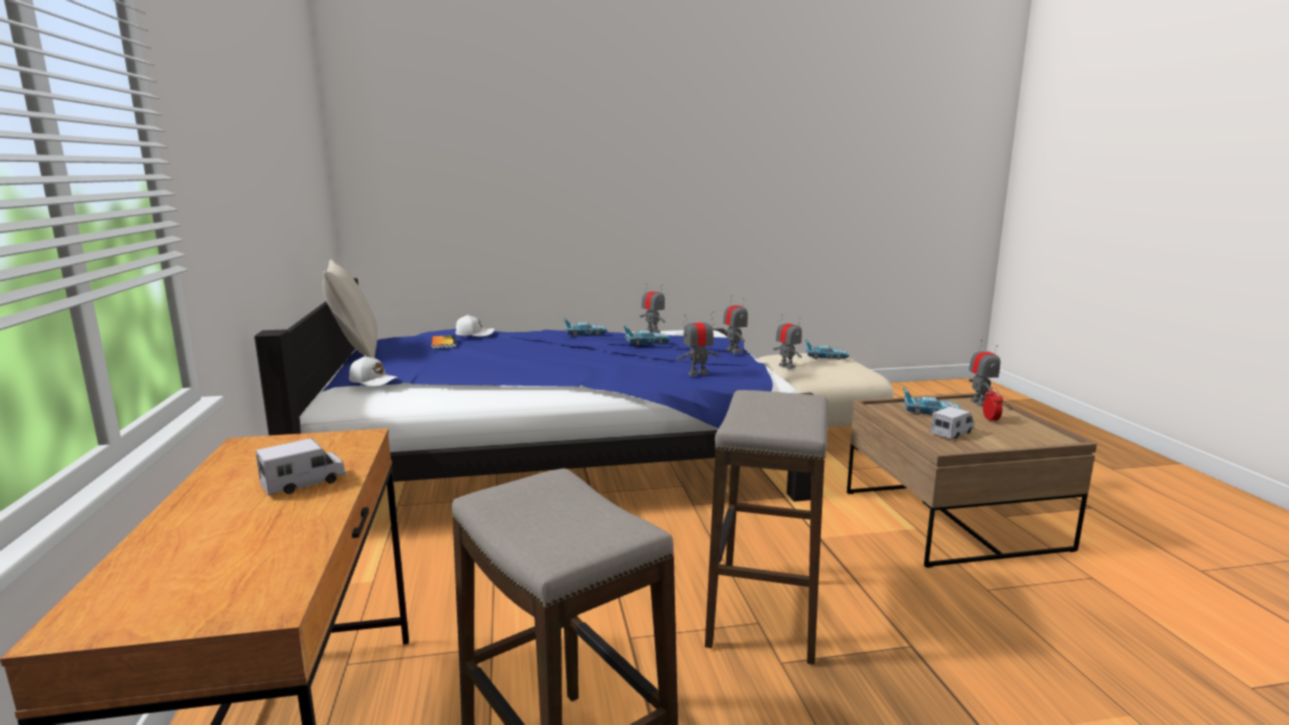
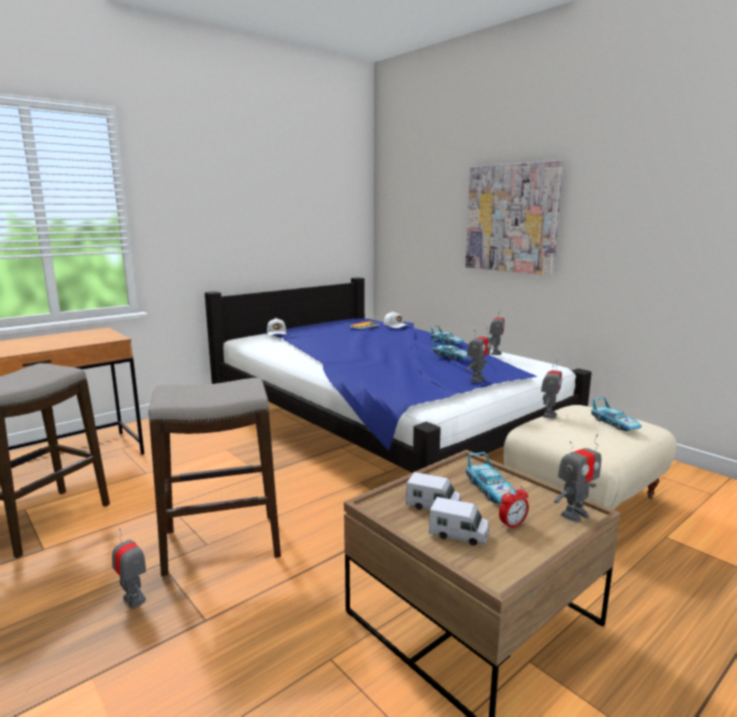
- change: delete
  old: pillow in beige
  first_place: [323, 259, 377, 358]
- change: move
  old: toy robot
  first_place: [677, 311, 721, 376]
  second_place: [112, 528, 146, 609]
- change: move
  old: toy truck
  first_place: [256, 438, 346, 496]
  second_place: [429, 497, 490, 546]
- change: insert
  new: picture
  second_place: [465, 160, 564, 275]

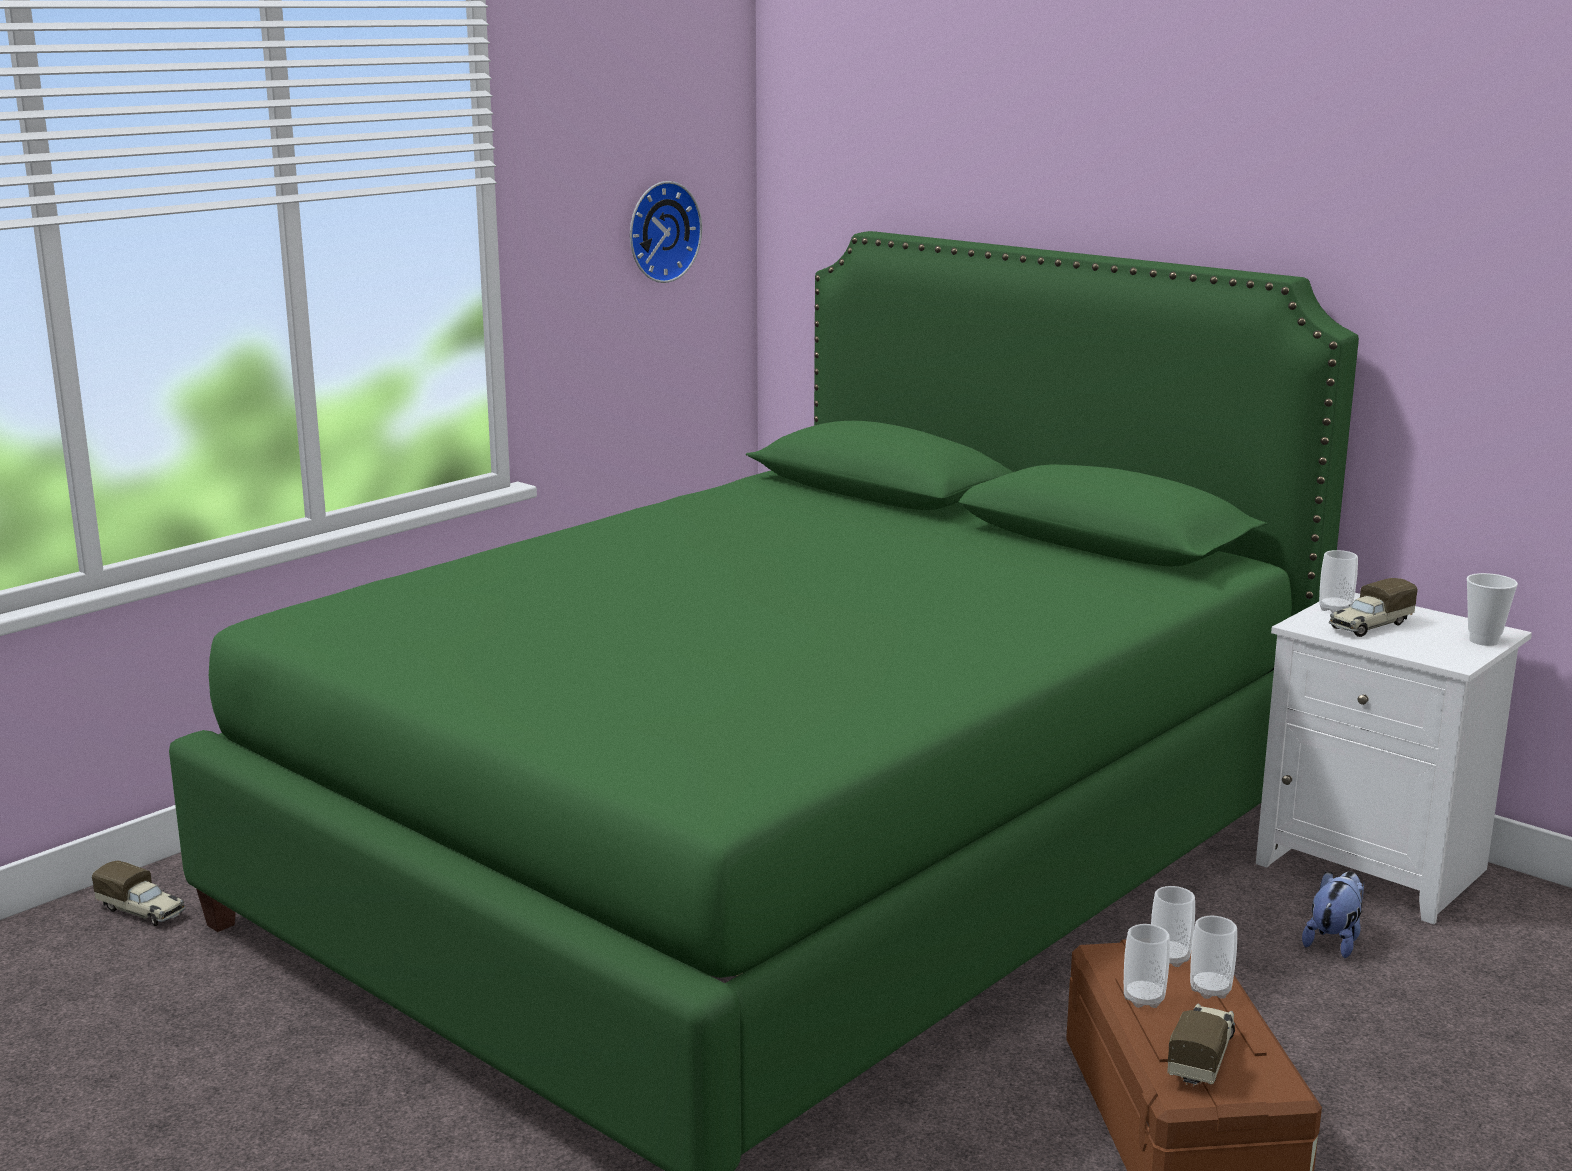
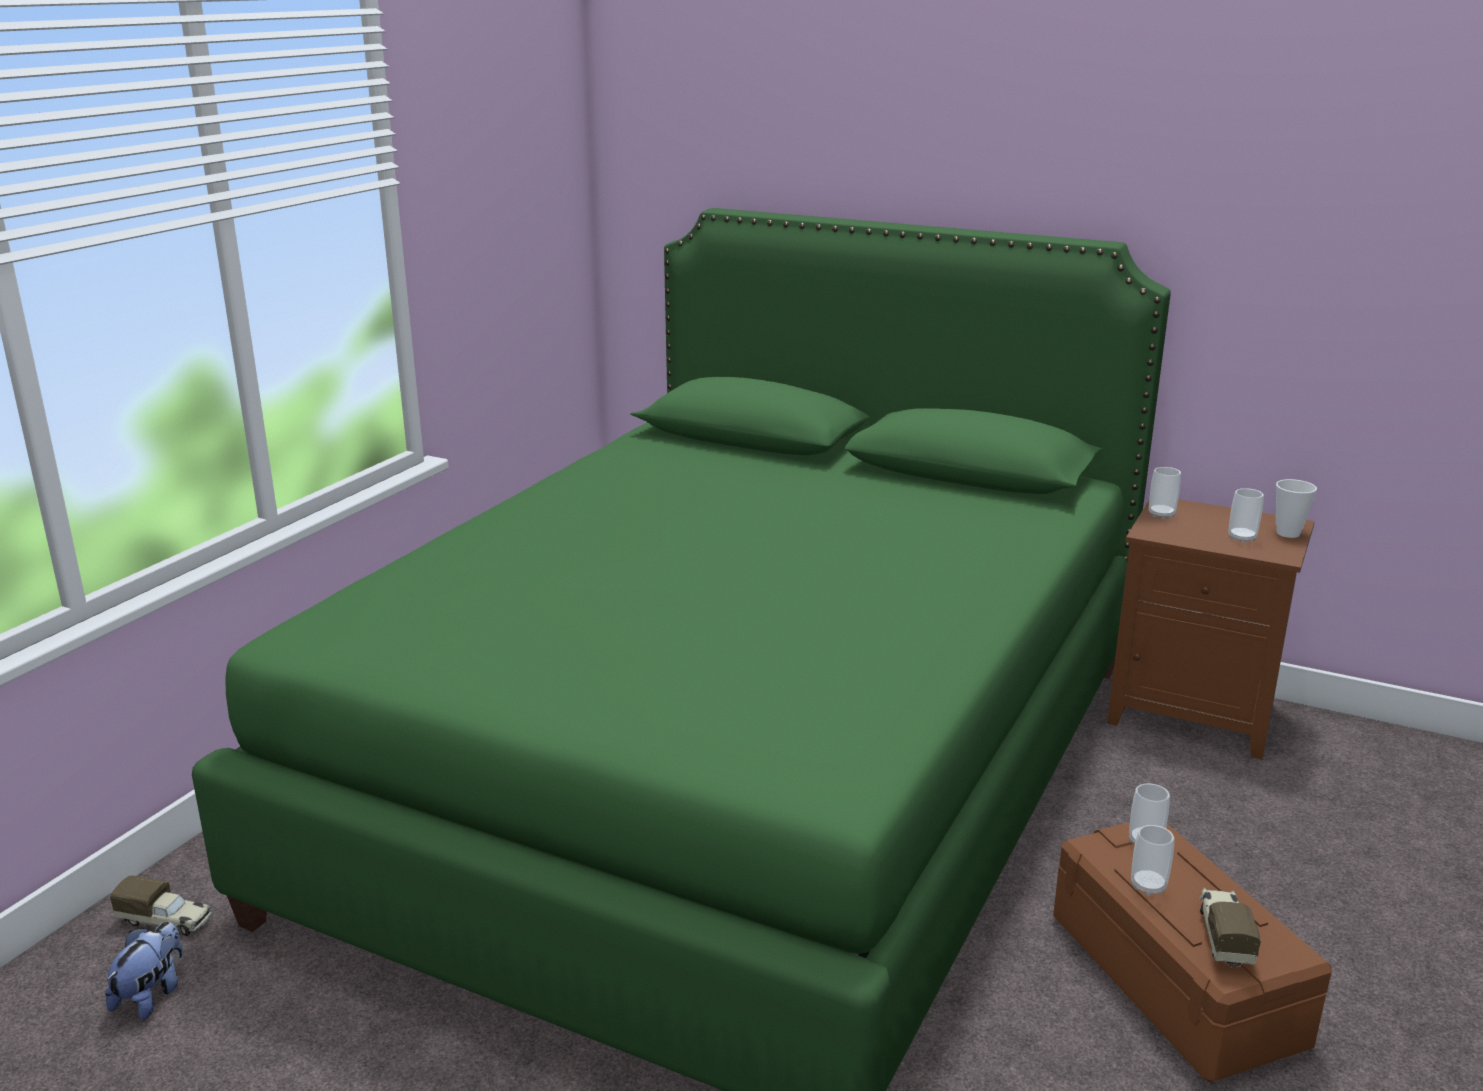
- change: delete
  old: wall clock
  first_place: [630, 181, 702, 283]
- change: delete
  old: toy truck
  first_place: [1329, 578, 1418, 637]
- change: recolor
  old: nightstand in white
  new: nightstand in brown
  first_place: [1256, 593, 1532, 924]
  second_place: [1107, 499, 1315, 760]
- change: move
  old: plush toy
  first_place: [1302, 871, 1364, 958]
  second_place: [105, 922, 183, 1020]
- change: move
  old: cup
  first_place: [1190, 915, 1237, 999]
  second_place: [1229, 488, 1264, 543]

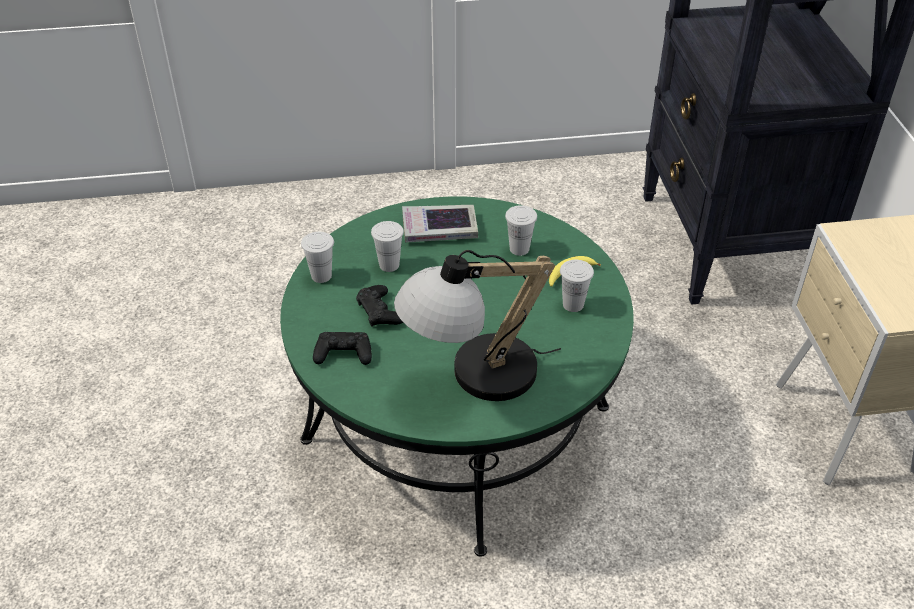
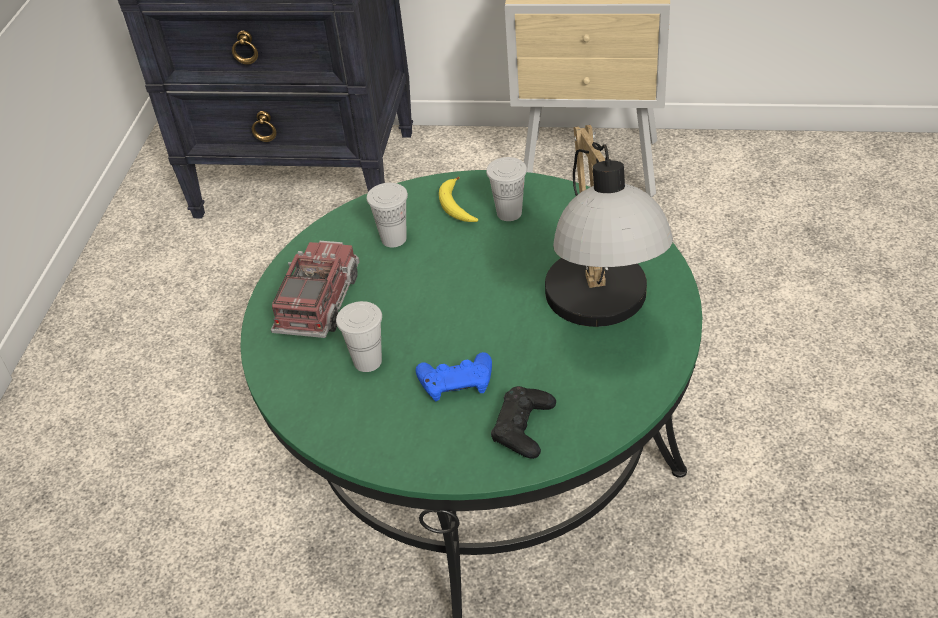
- change: replace
  old: book
  new: toy truck
  first_place: [402, 205, 478, 242]
  second_place: [271, 241, 359, 338]
- change: delete
  old: cup in white
  first_place: [301, 232, 334, 283]
- change: recolor
  old: game controller in black
  new: game controller in blue
  first_place: [356, 285, 403, 327]
  second_place: [416, 352, 492, 401]

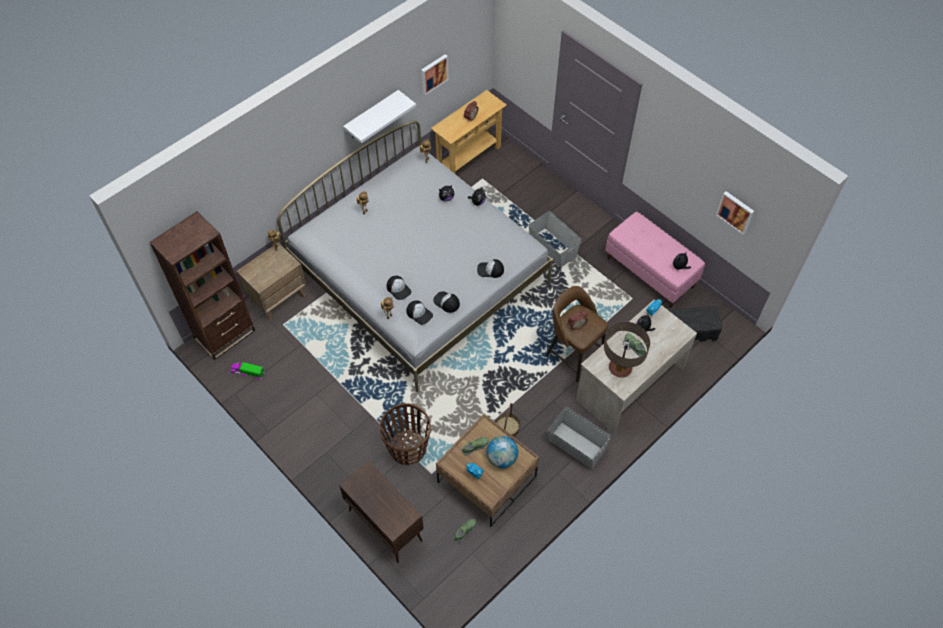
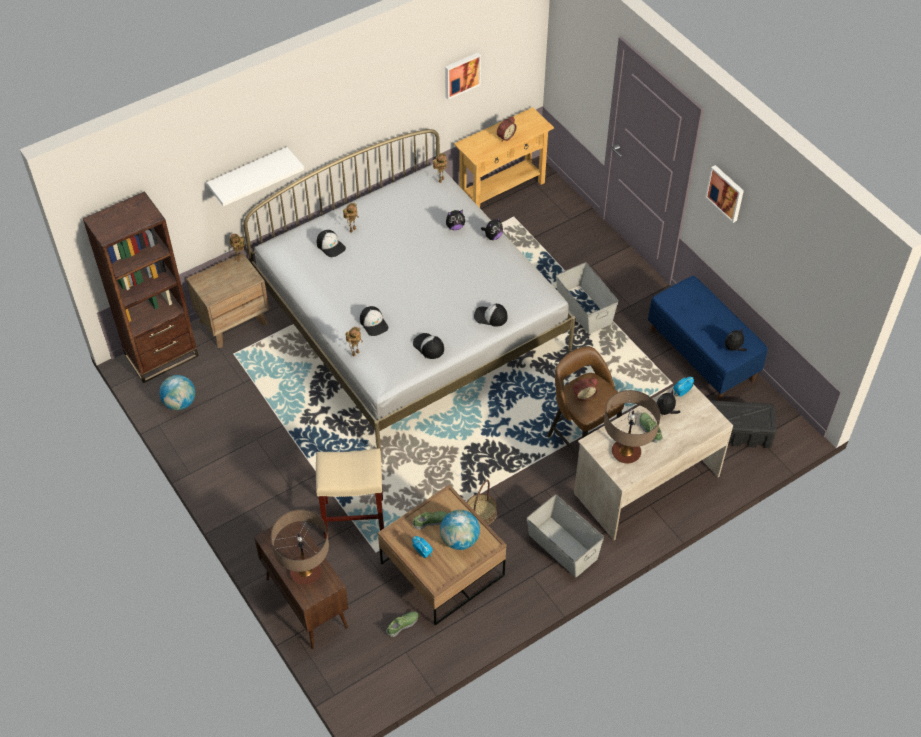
- change: move
  old: shelf in white
  first_place: [343, 90, 416, 143]
  second_place: [207, 147, 304, 206]
- change: move
  old: picture
  first_place: [716, 191, 754, 235]
  second_place: [705, 165, 744, 223]
- change: recolor
  old: bench in pink
  new: bench in blue
  first_place: [605, 212, 705, 308]
  second_place: [648, 276, 768, 401]
- change: move
  old: cap
  first_place: [407, 300, 433, 325]
  second_place: [317, 230, 346, 257]
- change: replace
  old: toy truck
  new: globe
  first_place: [231, 362, 265, 380]
  second_place: [159, 375, 195, 410]
- change: replace
  old: basket
  new: stool in beige
  first_place: [379, 404, 431, 465]
  second_place: [316, 448, 384, 539]
- change: insert
  new: table lamp
  second_place: [271, 509, 329, 585]

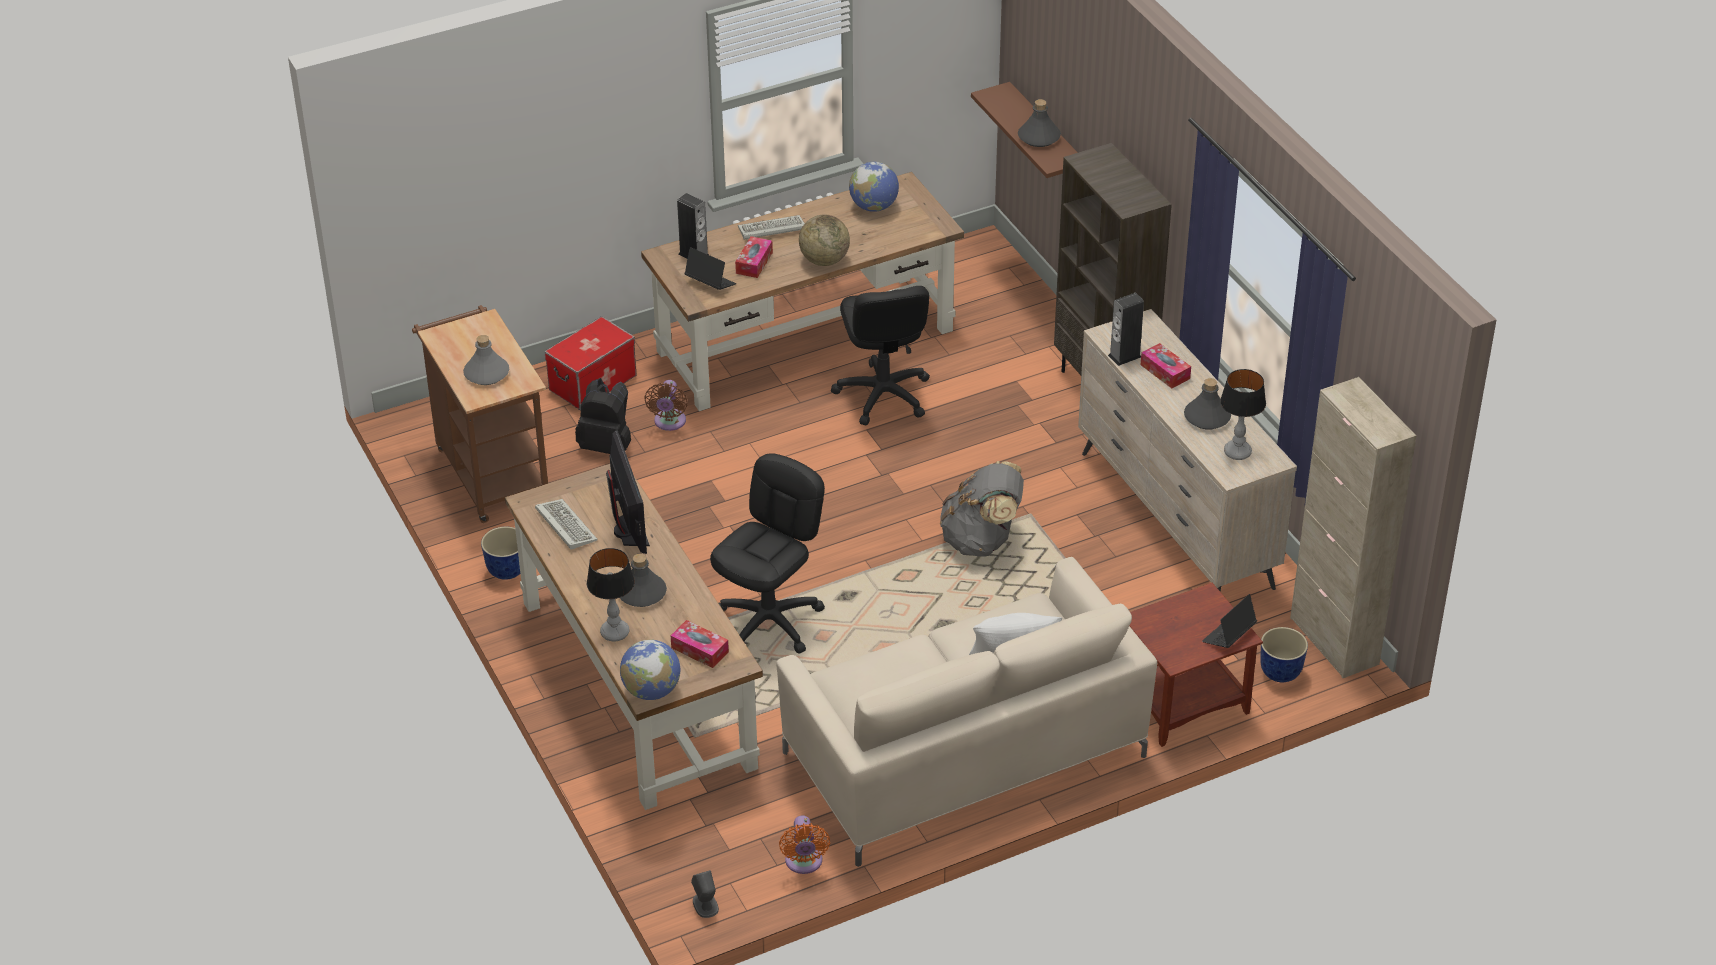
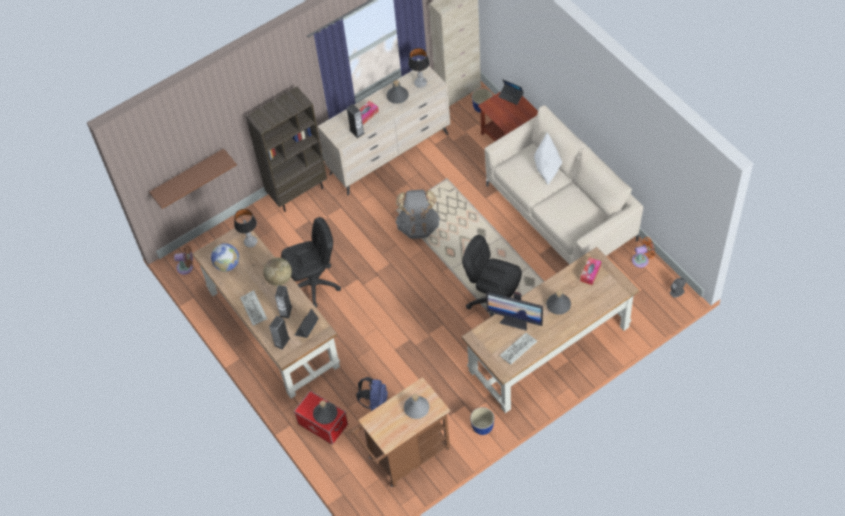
- change: move
  old: bottle in grey
  first_place: [1018, 99, 1061, 147]
  second_place: [313, 400, 338, 424]
- change: replace
  old: tissue box
  new: speaker
  first_place: [735, 236, 773, 278]
  second_place: [275, 285, 292, 318]
- change: recolor
  old: backpack in black
  new: backpack in blue
  first_place: [575, 378, 631, 454]
  second_place: [356, 377, 388, 411]
- change: move
  old: fan in brown
  first_place: [644, 380, 688, 431]
  second_place: [174, 246, 193, 275]
- change: rotate
  old: monitor
  first_place: [606, 430, 650, 554]
  second_place: [486, 292, 543, 331]
  degrees: -135
- change: move
  old: table lamp
  first_place: [587, 548, 635, 642]
  second_place: [234, 209, 257, 247]
- change: delete
  old: globe
  first_place: [620, 639, 680, 700]

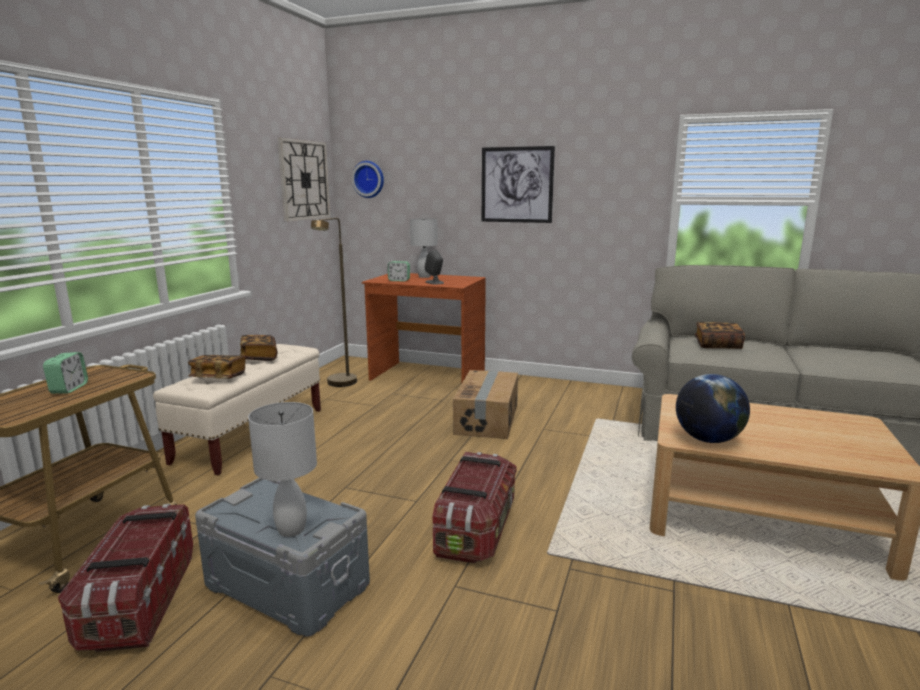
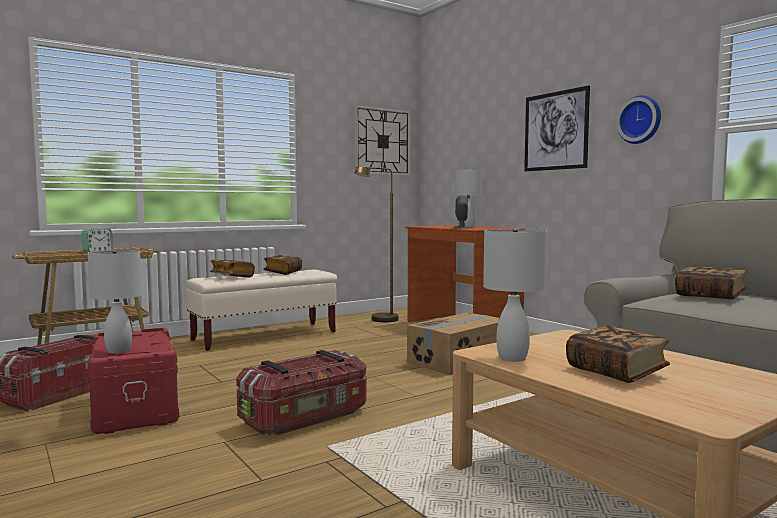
- change: move
  old: wall clock
  first_place: [352, 161, 384, 198]
  second_place: [616, 95, 661, 144]
- change: delete
  old: alarm clock
  first_place: [388, 261, 410, 281]
- change: replace
  old: globe
  new: table lamp in white
  first_place: [676, 374, 750, 443]
  second_place: [483, 228, 547, 362]
- change: recolor
  old: storage box in grey
  new: storage box in red
  first_place: [195, 478, 370, 637]
  second_place: [88, 328, 179, 434]
- change: insert
  new: book
  second_place: [566, 325, 670, 383]

